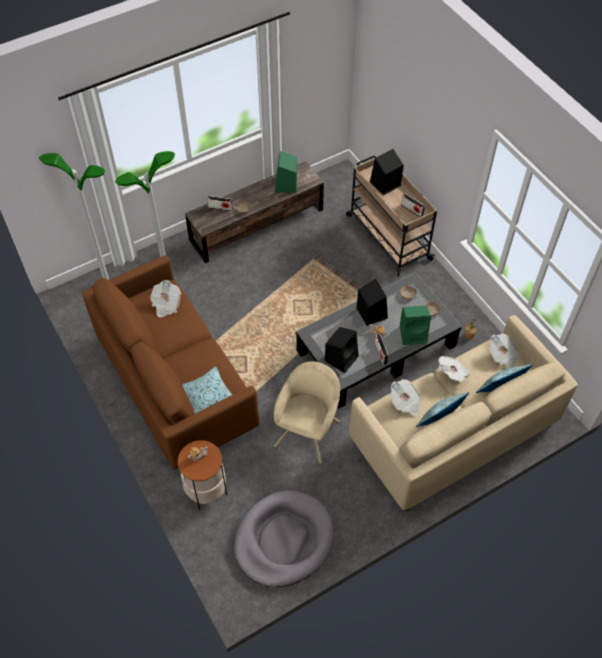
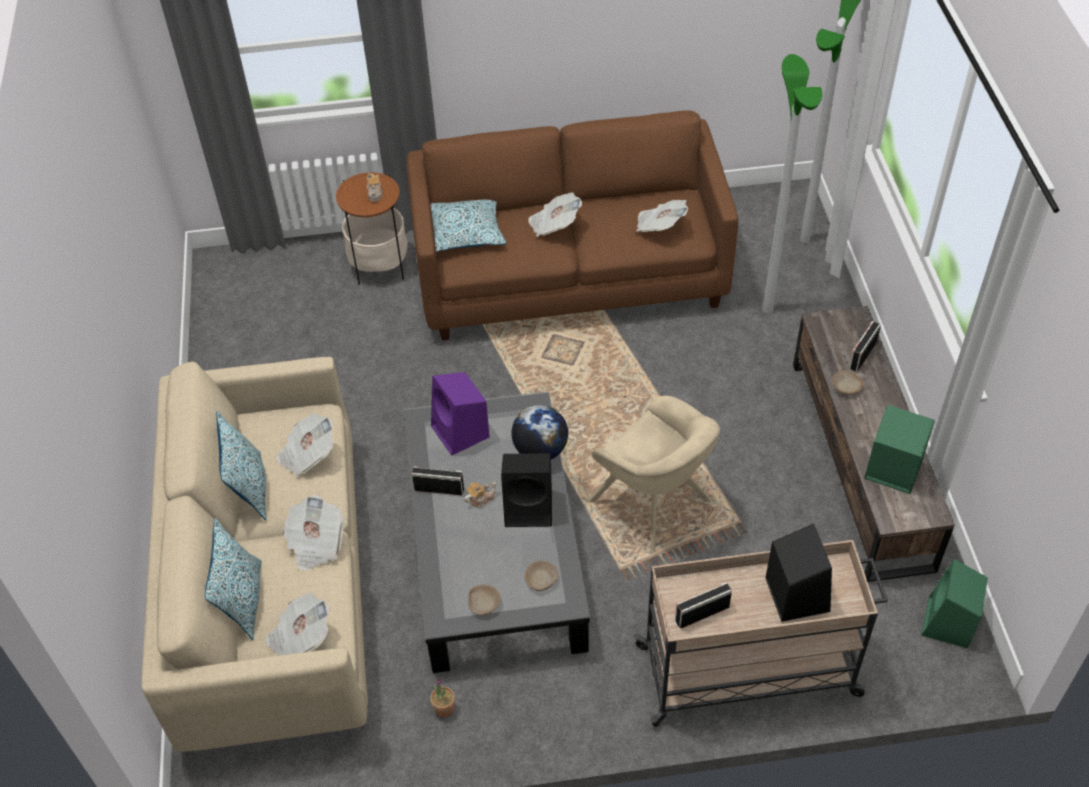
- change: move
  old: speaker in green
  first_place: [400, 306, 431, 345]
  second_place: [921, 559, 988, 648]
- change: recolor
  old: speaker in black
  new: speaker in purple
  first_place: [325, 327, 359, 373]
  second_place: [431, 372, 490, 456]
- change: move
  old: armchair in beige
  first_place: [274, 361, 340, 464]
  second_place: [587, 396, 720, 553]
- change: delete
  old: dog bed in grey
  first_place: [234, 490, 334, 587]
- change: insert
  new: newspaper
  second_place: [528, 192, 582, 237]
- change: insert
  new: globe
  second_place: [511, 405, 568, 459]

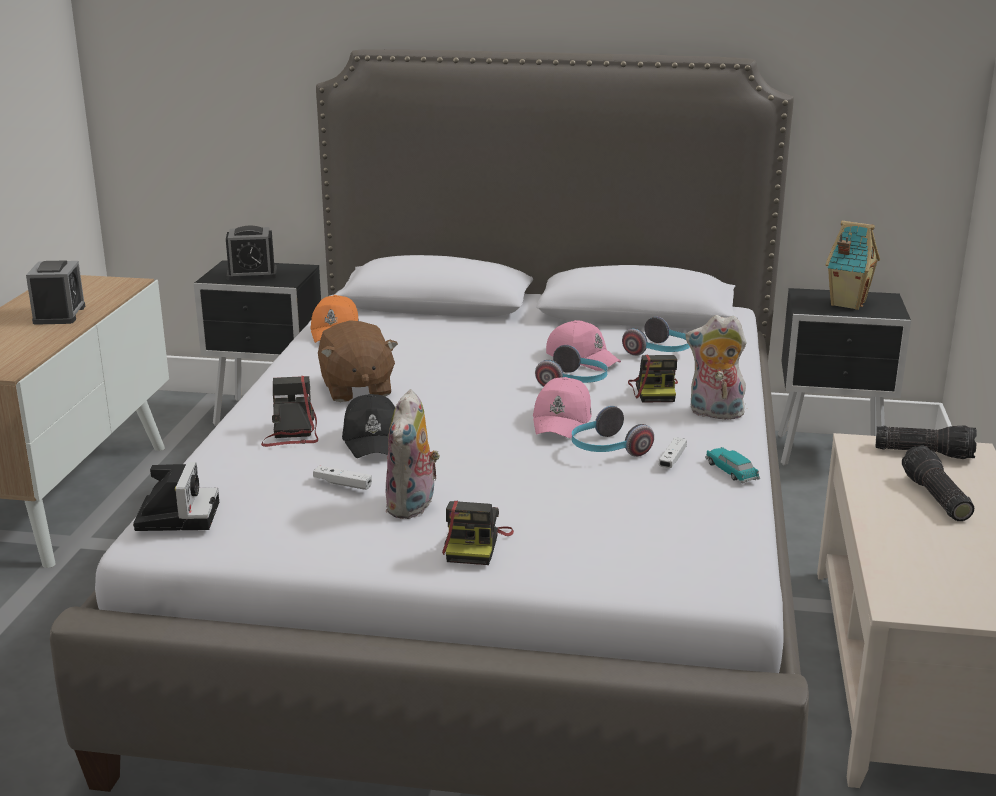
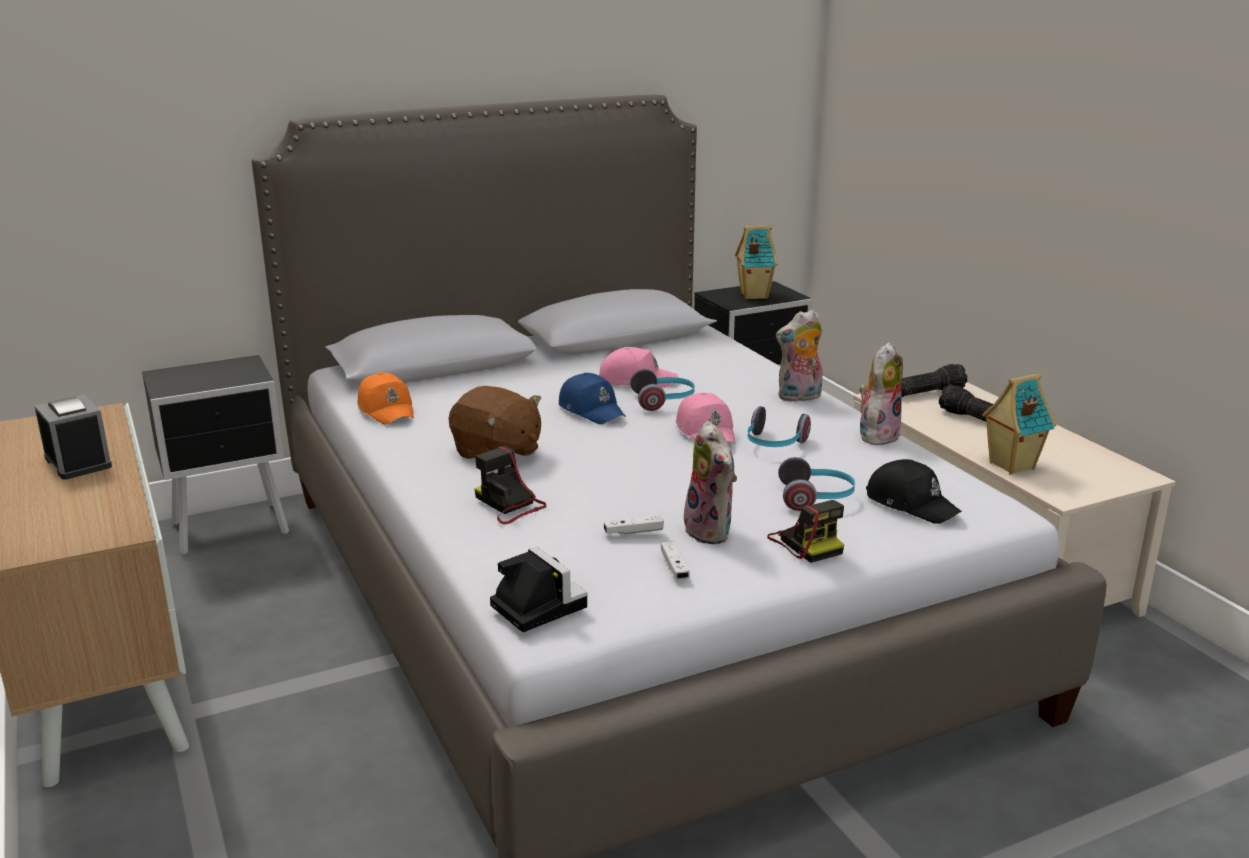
- change: delete
  old: alarm clock
  first_place: [226, 226, 277, 280]
- change: move
  old: headphones
  first_place: [622, 317, 690, 356]
  second_place: [778, 457, 855, 511]
- change: delete
  old: photo camera
  first_place: [628, 354, 678, 403]
- change: move
  old: cap in black
  first_place: [342, 394, 395, 458]
  second_place: [866, 459, 962, 524]
- change: move
  old: game controller in white
  first_place: [658, 437, 687, 468]
  second_place: [661, 541, 690, 580]
- change: replace
  old: toy car
  new: plush toy
  first_place: [705, 447, 760, 484]
  second_place: [859, 342, 903, 445]
- change: insert
  new: cap in blue
  second_place: [559, 373, 626, 424]
- change: insert
  new: toy house
  second_place: [982, 374, 1056, 475]

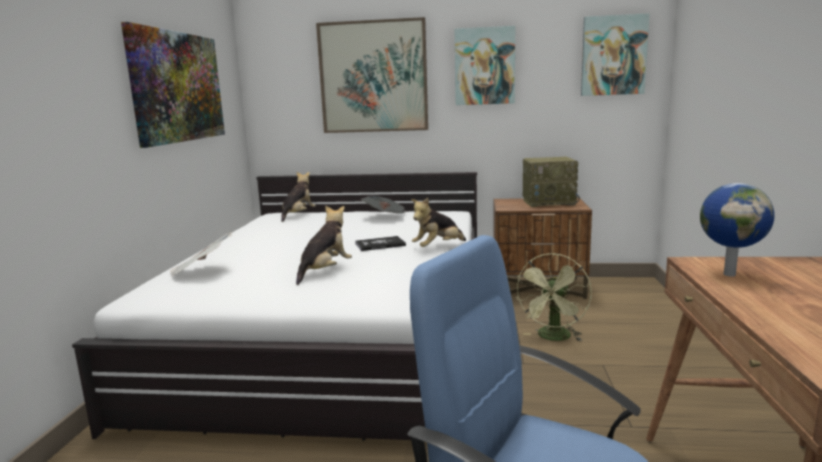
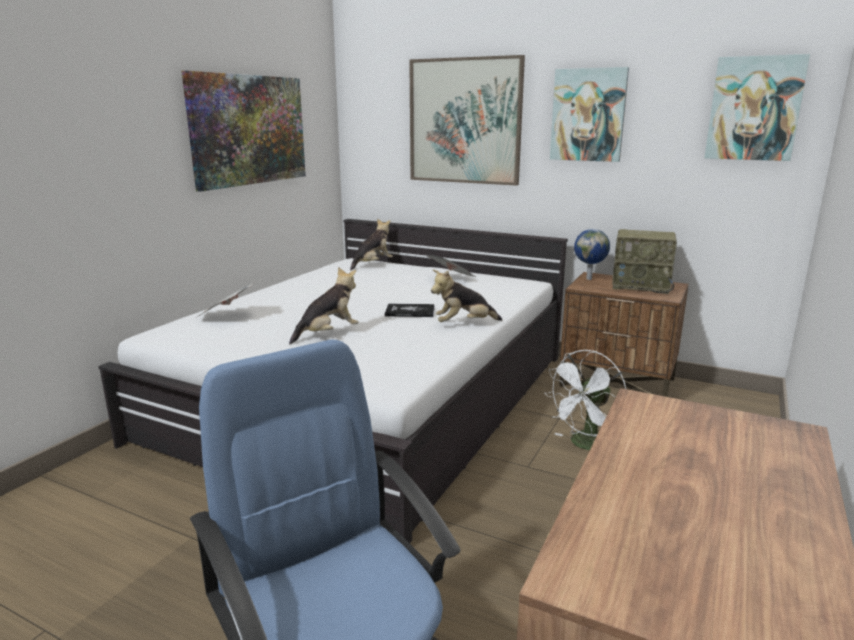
- change: move
  old: globe
  first_place: [700, 183, 774, 277]
  second_place: [574, 229, 610, 280]
- change: recolor
  old: fan in green
  new: fan in white
  first_place: [516, 253, 592, 341]
  second_place: [545, 350, 626, 450]

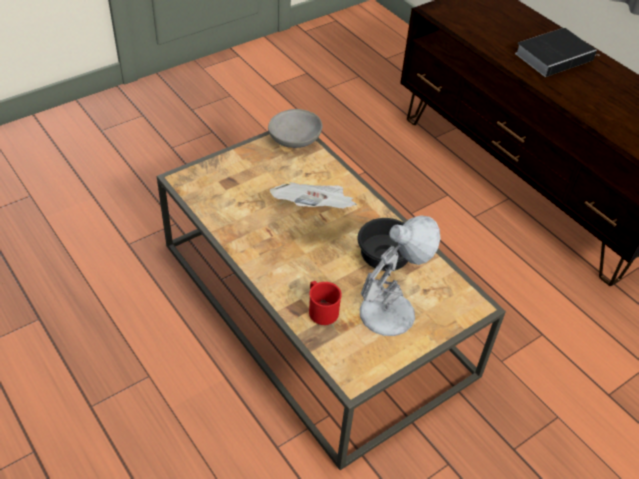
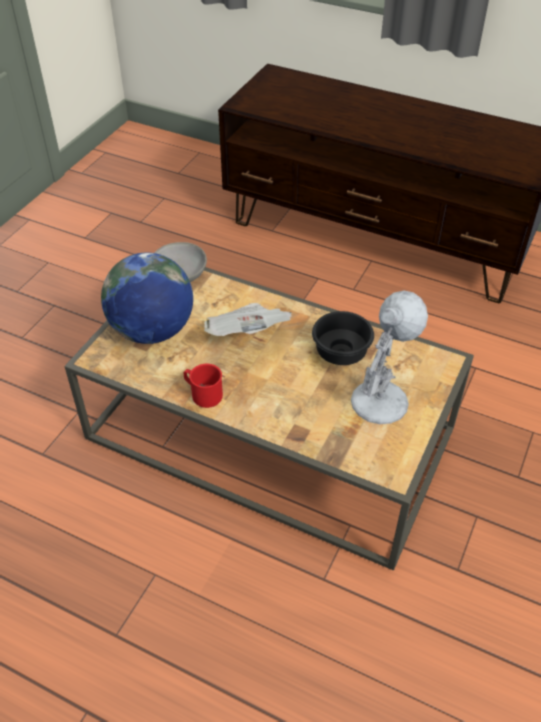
- change: delete
  old: book
  first_place: [515, 28, 600, 77]
- change: move
  old: mug in red
  first_place: [309, 281, 342, 325]
  second_place: [184, 364, 223, 408]
- change: insert
  new: globe
  second_place: [101, 253, 193, 344]

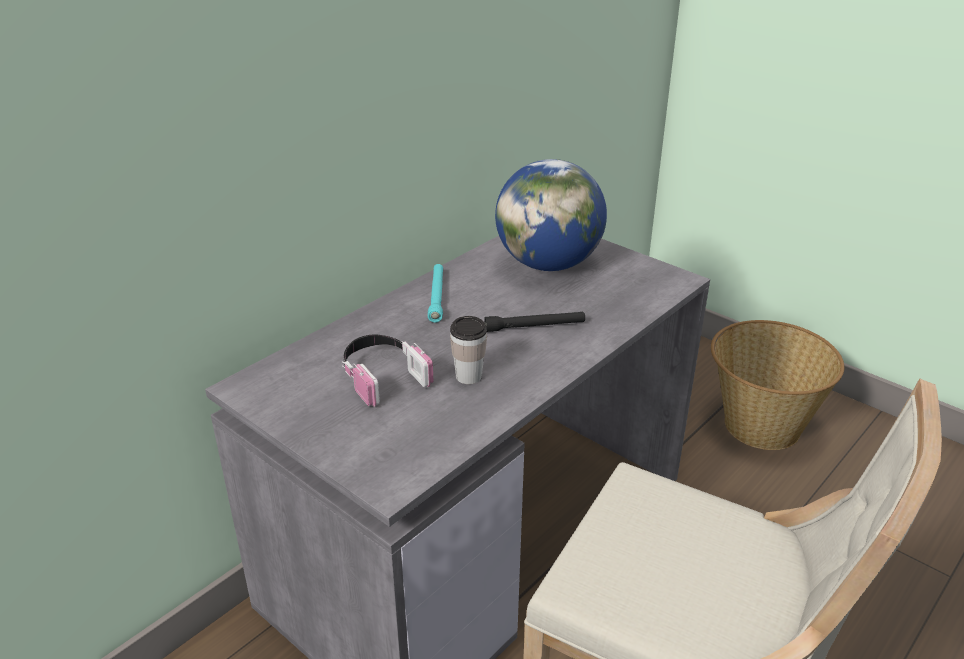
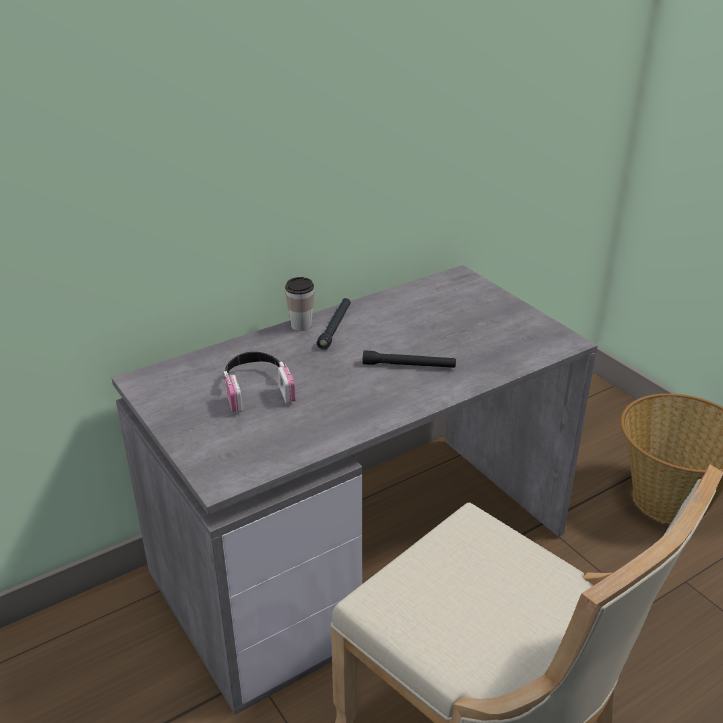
- change: delete
  old: globe
  first_place: [495, 159, 607, 271]
- change: recolor
  old: flashlight in turquoise
  new: flashlight in black
  first_place: [428, 264, 443, 323]
  second_place: [317, 298, 351, 350]
- change: move
  old: cup
  first_place: [450, 316, 487, 384]
  second_place: [285, 277, 314, 331]

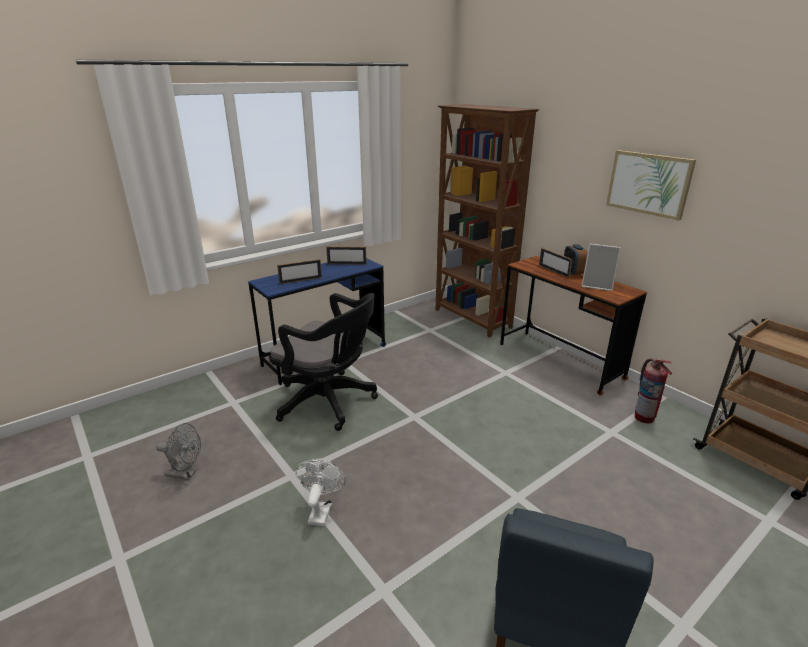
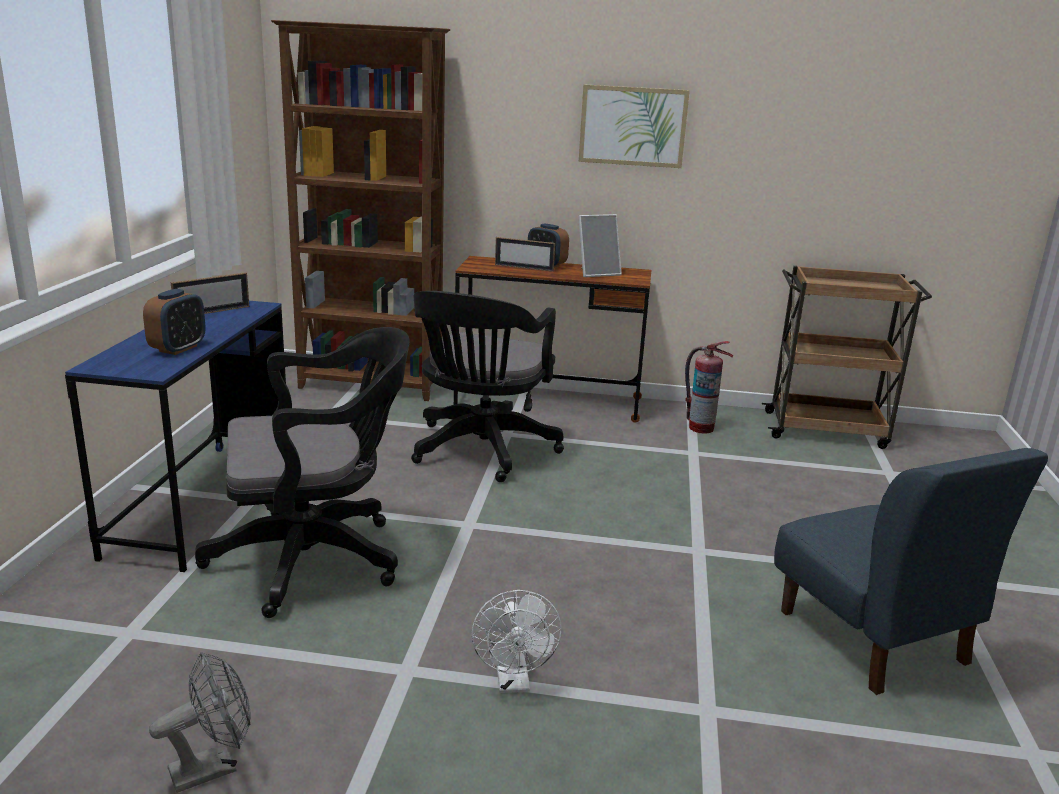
- change: replace
  old: picture frame
  new: alarm clock
  first_place: [277, 259, 322, 284]
  second_place: [143, 289, 206, 355]
- change: rotate
  old: fan in white
  first_place: [296, 459, 345, 526]
  second_place: [472, 590, 562, 693]
  degrees: -150
- change: insert
  new: office chair in black
  second_place: [411, 291, 564, 482]

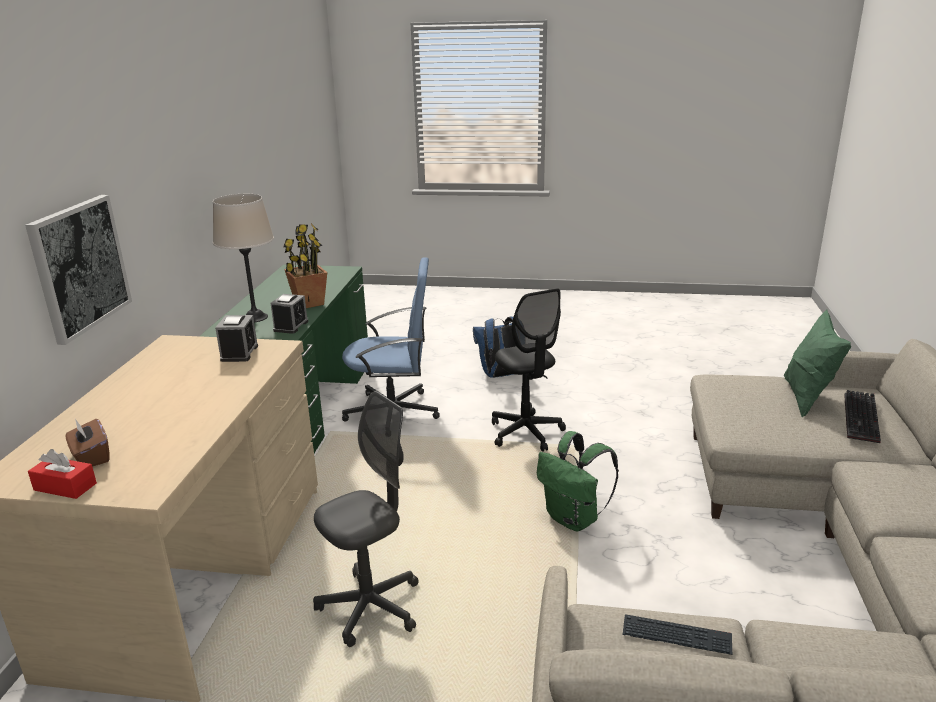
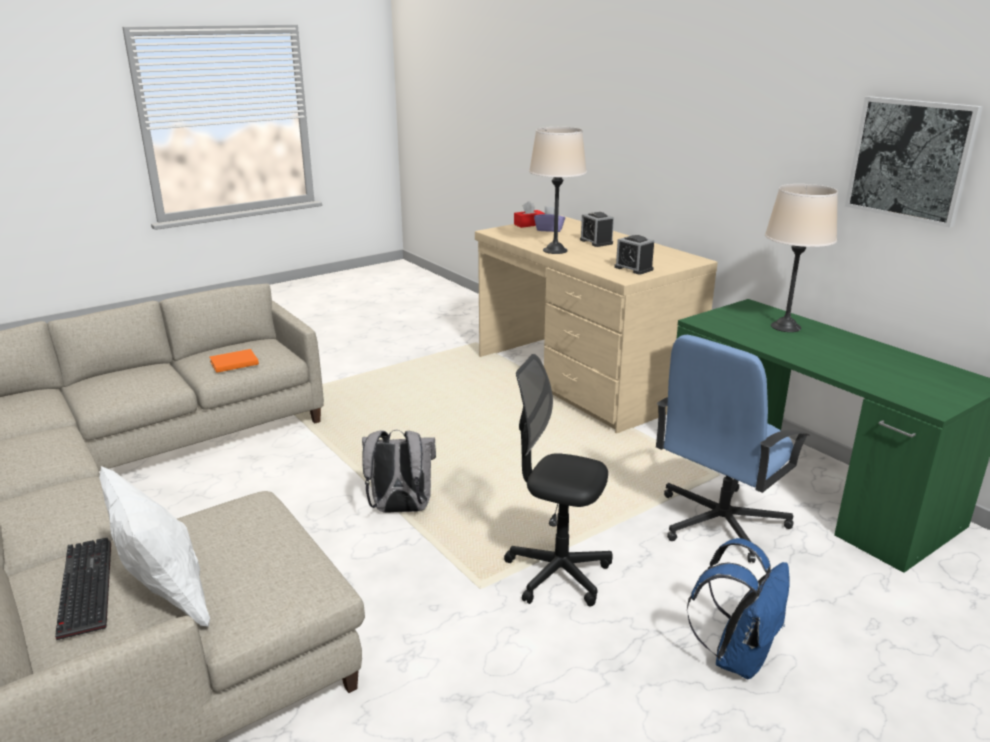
- change: move
  old: picture
  first_place: [25, 195, 132, 345]
  second_place: [845, 96, 983, 228]
- change: delete
  old: potted plant
  first_place: [283, 223, 327, 308]
- change: move
  old: alarm clock
  first_place: [271, 294, 308, 334]
  second_place: [580, 212, 614, 247]
- change: recolor
  old: pillow in green
  new: pillow in white
  first_place: [784, 310, 851, 417]
  second_place: [99, 466, 210, 627]
- change: delete
  old: office chair in grey
  first_place: [313, 391, 418, 647]
- change: recolor
  old: tissue box in brown
  new: tissue box in purple
  first_place: [66, 419, 110, 467]
  second_place: [534, 206, 565, 232]
- change: recolor
  old: backpack in green
  new: backpack in grey
  first_place: [537, 431, 619, 532]
  second_place: [362, 430, 436, 513]
- change: replace
  old: keyboard
  new: book in orange
  first_place: [623, 614, 732, 655]
  second_place: [210, 349, 259, 373]
- change: insert
  new: table lamp in beige
  second_place: [529, 127, 587, 254]

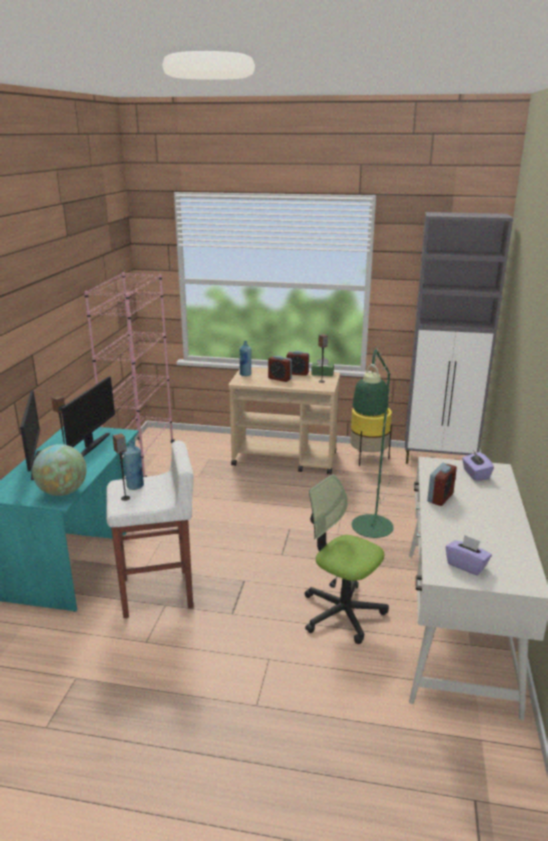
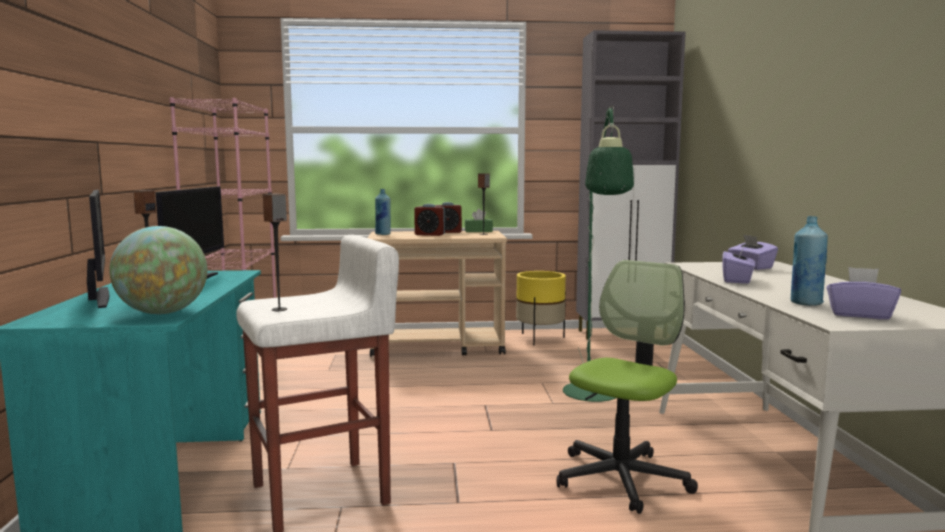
- change: move
  old: bottle in blue
  first_place: [123, 440, 144, 490]
  second_place: [790, 216, 828, 306]
- change: replace
  old: alarm clock
  new: tissue box in purple
  first_place: [427, 463, 457, 506]
  second_place: [722, 245, 756, 284]
- change: rotate
  old: office chair
  first_place: [305, 474, 389, 644]
  second_place: [557, 260, 698, 514]
  degrees: 105

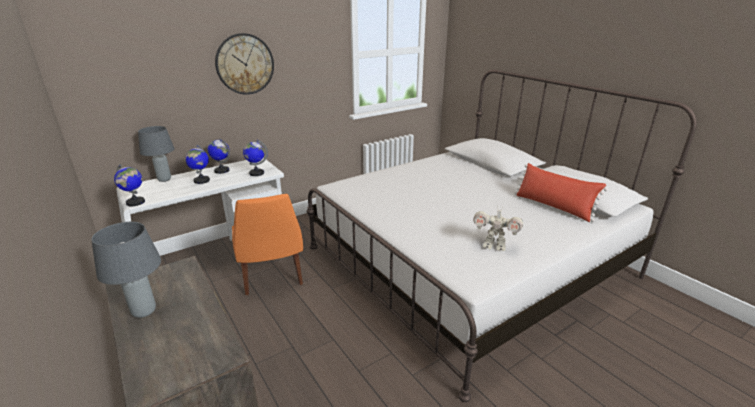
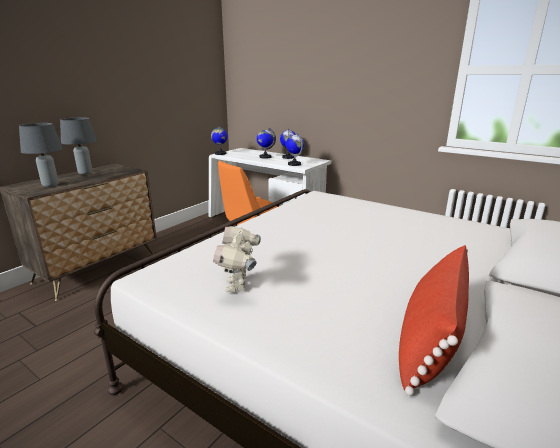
- change: delete
  old: wall clock
  first_place: [215, 33, 274, 95]
- change: move
  old: table lamp in grey
  first_place: [138, 126, 175, 182]
  second_place: [19, 123, 63, 187]

